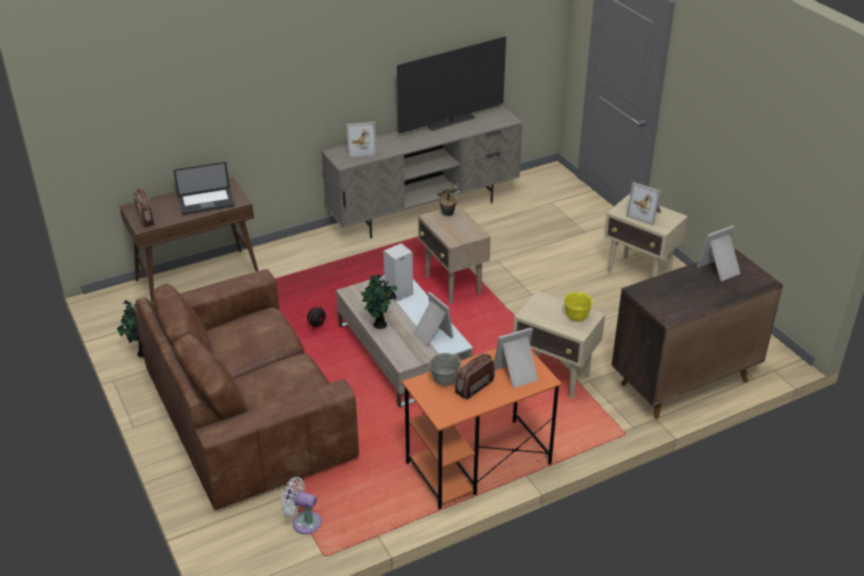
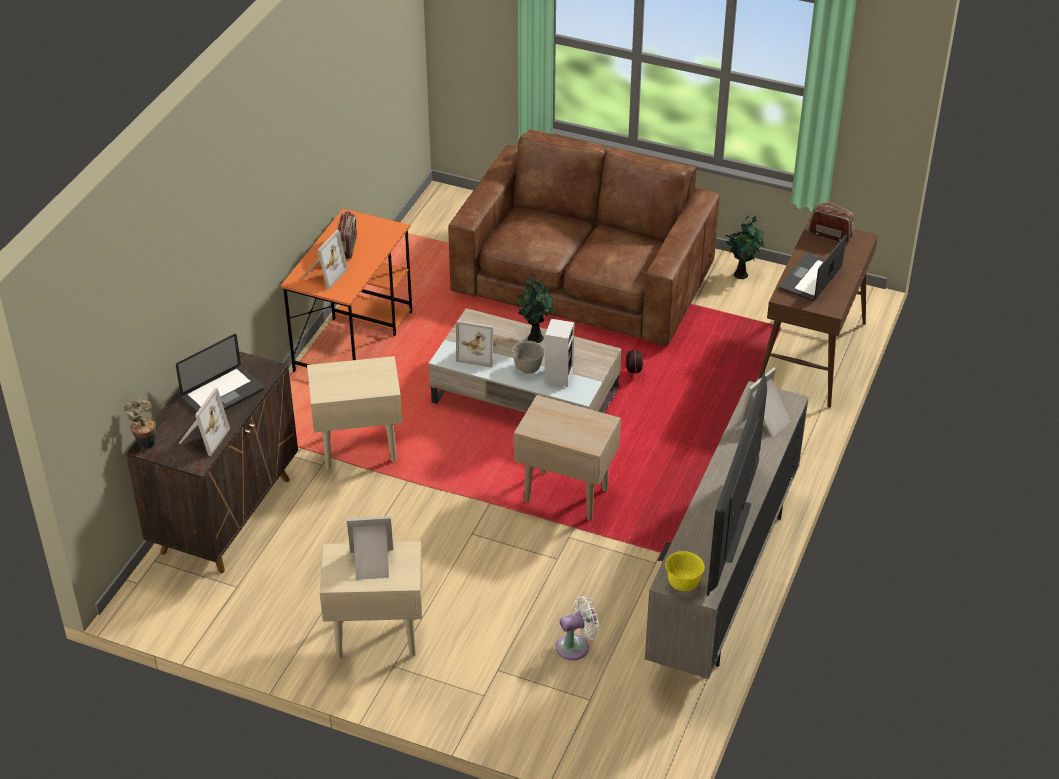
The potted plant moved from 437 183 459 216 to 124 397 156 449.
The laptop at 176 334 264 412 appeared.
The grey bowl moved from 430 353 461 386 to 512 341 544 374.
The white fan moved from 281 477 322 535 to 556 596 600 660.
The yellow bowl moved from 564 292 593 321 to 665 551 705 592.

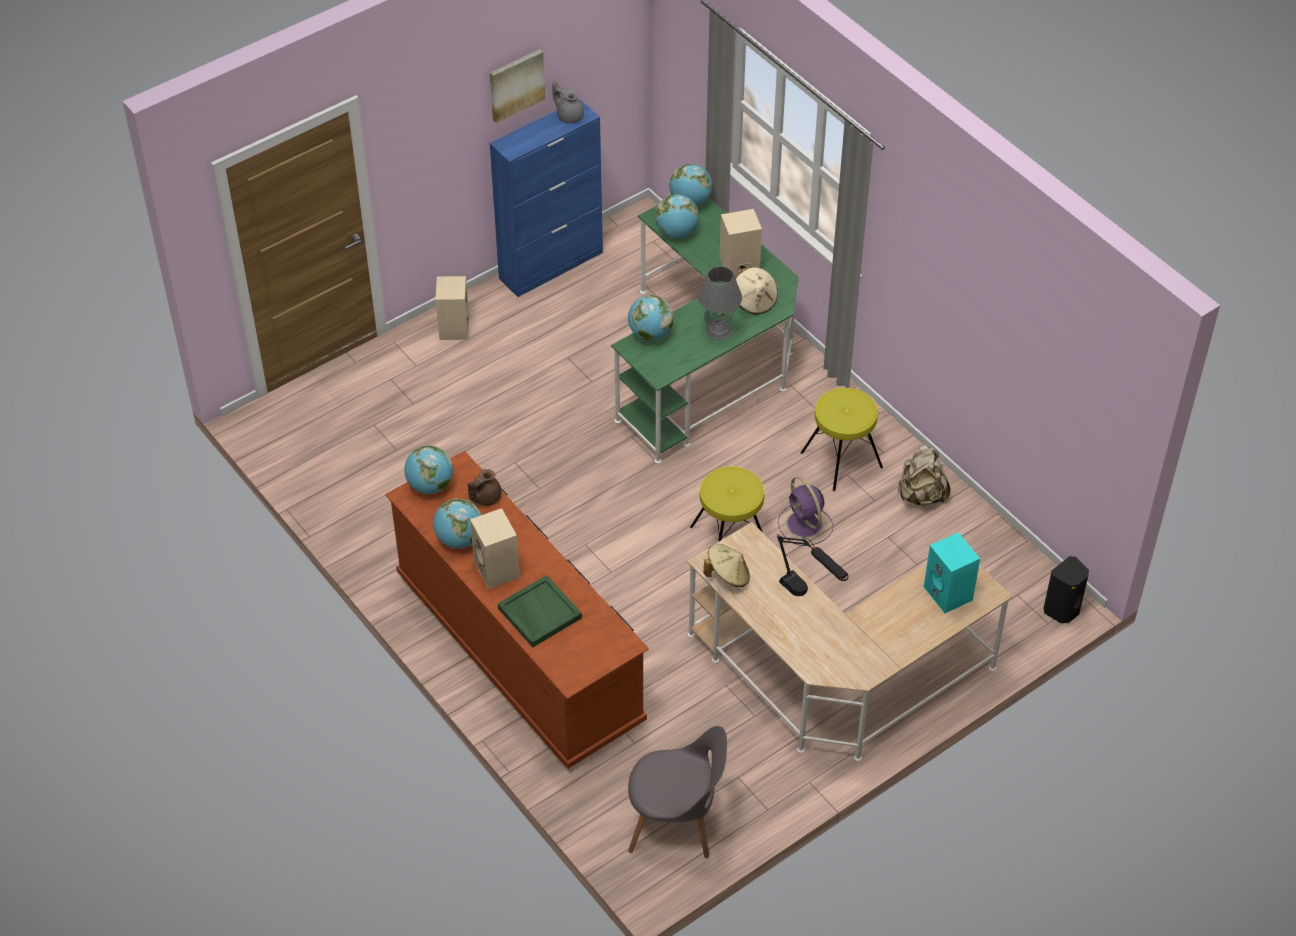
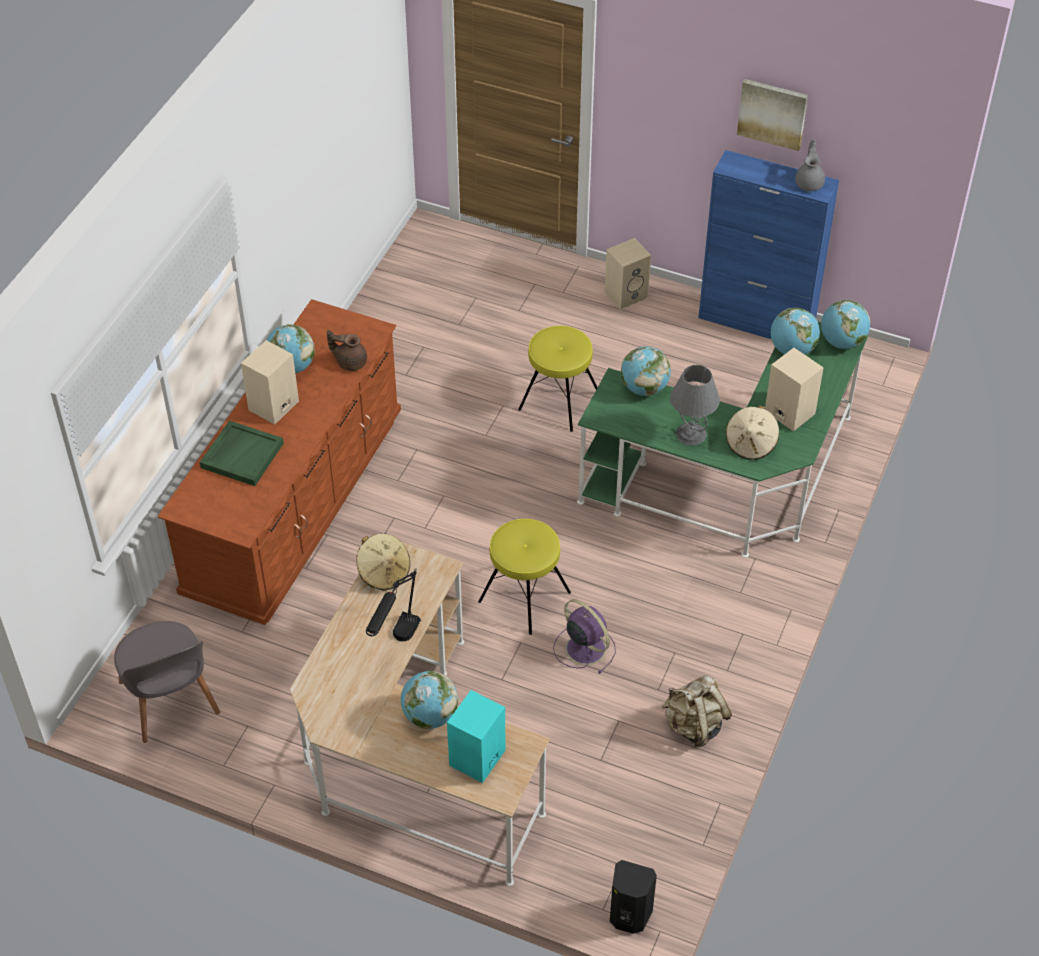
The globe moved from 404 445 453 494 to 401 671 458 729.
The yellow stool moved from 801 388 883 491 to 518 326 598 432.
The purple fan at 778 476 833 546 turned 105 degrees clockwise.

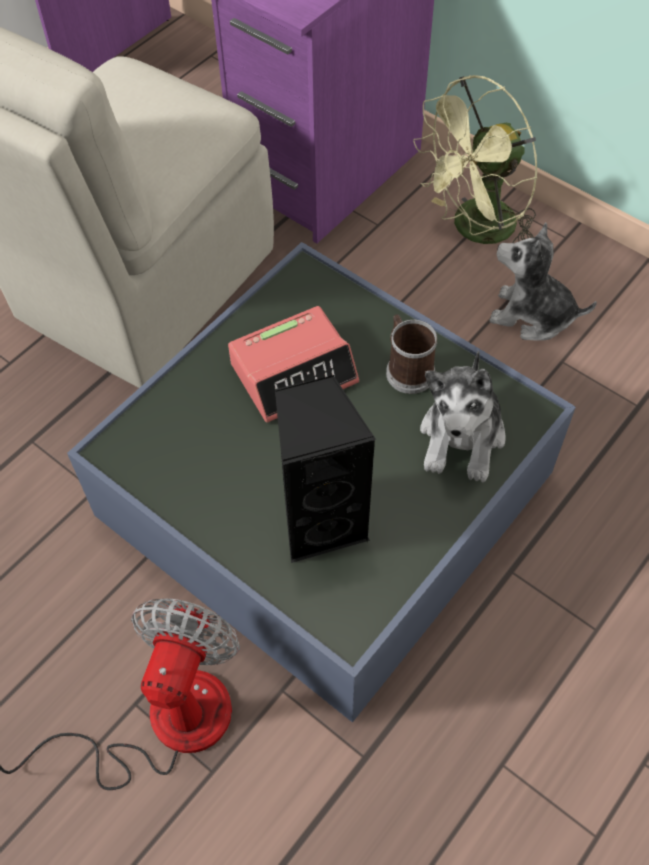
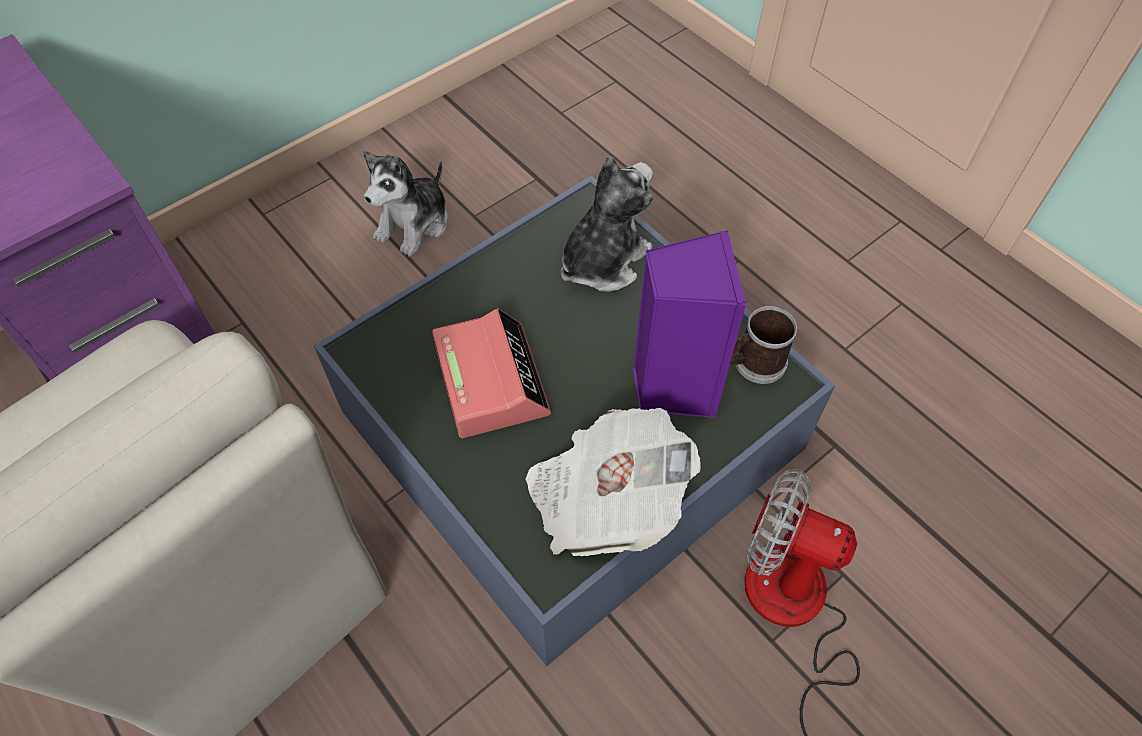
The newspaper at 525 408 701 556 appeared.
The plush toy at 420 350 506 483 turned 75 degrees counterclockwise.
The black speaker at 275 375 376 563 became the purple speaker at 633 230 747 418.
The mug moved from 386 314 438 394 to 730 306 797 384.
The green fan at 413 75 537 244 disappeared.

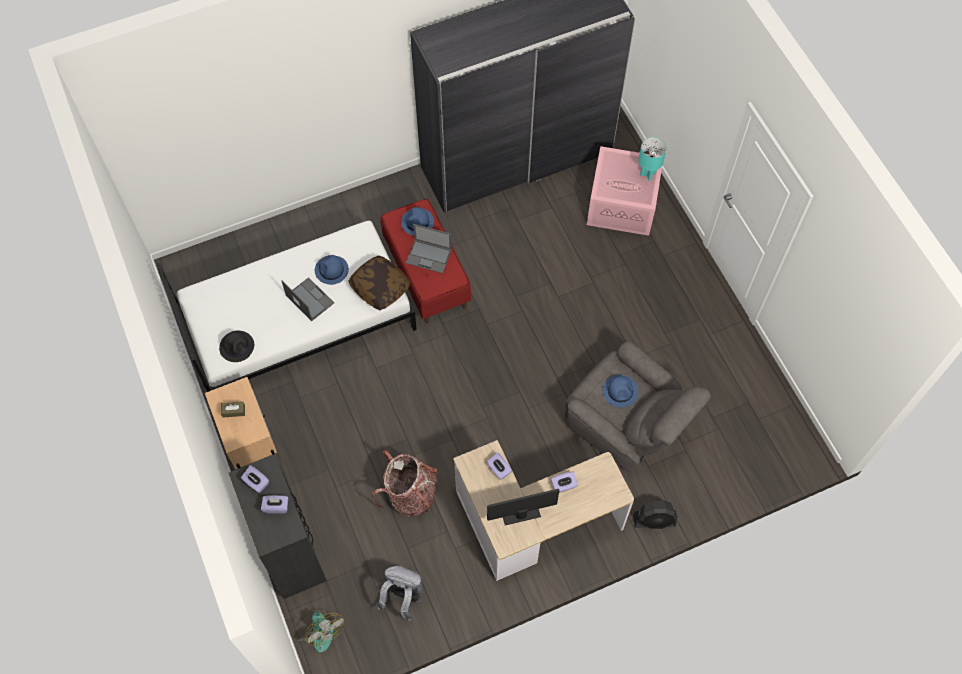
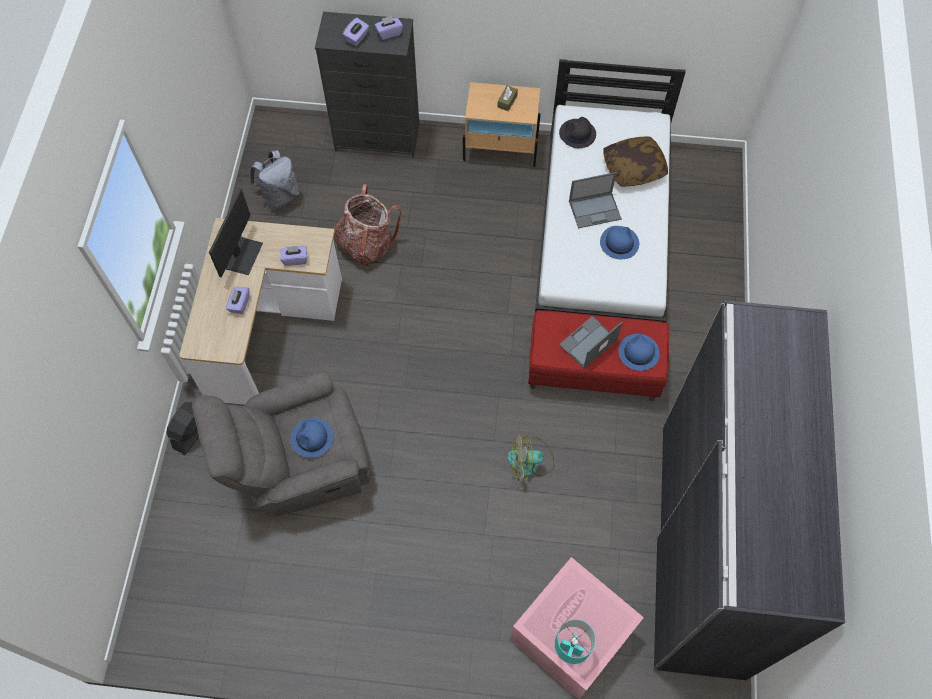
The fan moved from 294 609 344 653 to 507 434 555 481.
The pillow moved from 348 256 410 310 to 603 136 668 187.

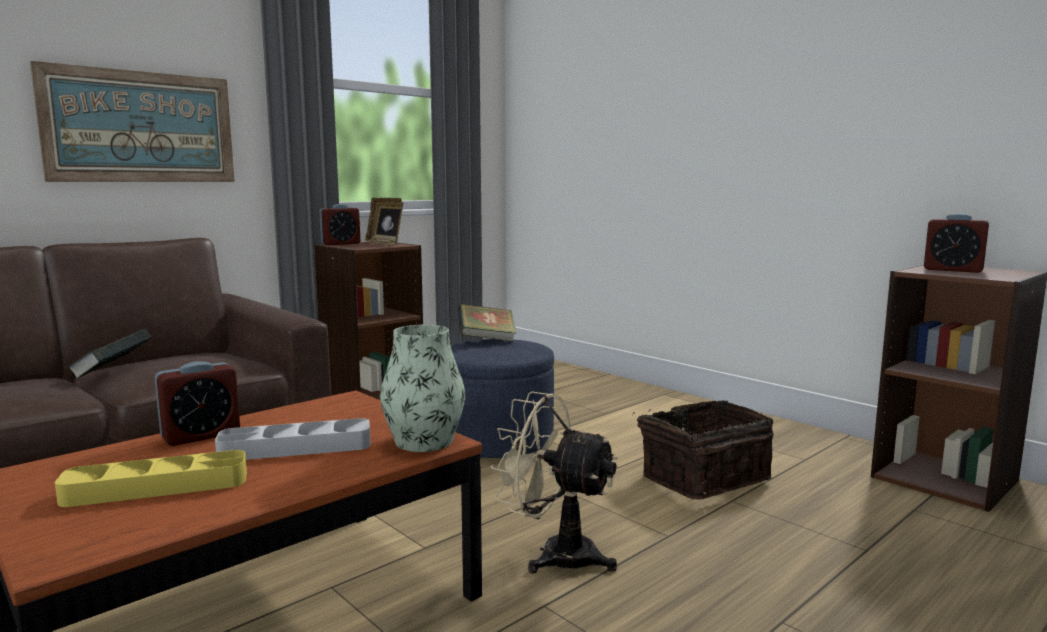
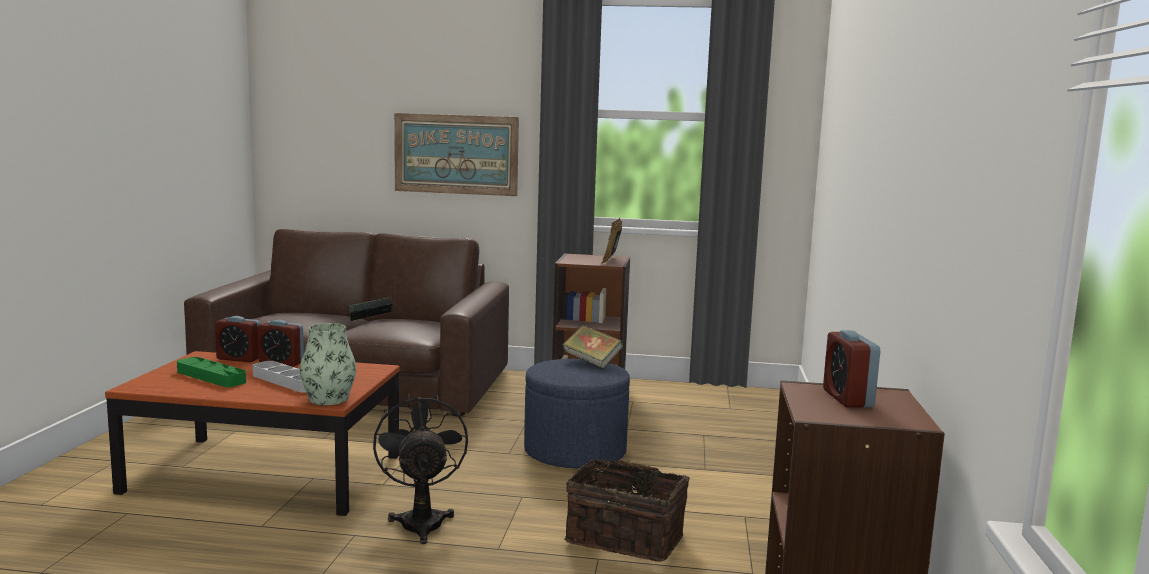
The yellow tray at 55 450 247 507 became the green tray at 177 357 246 387.
The alarm clock moved from 319 204 360 245 to 215 316 261 362.
The beige fan at 490 391 618 574 became the black fan at 373 394 468 544.

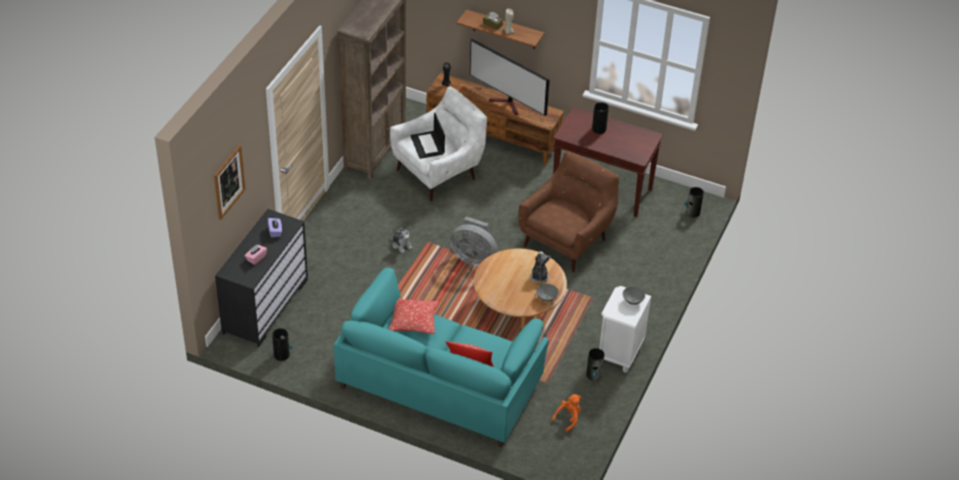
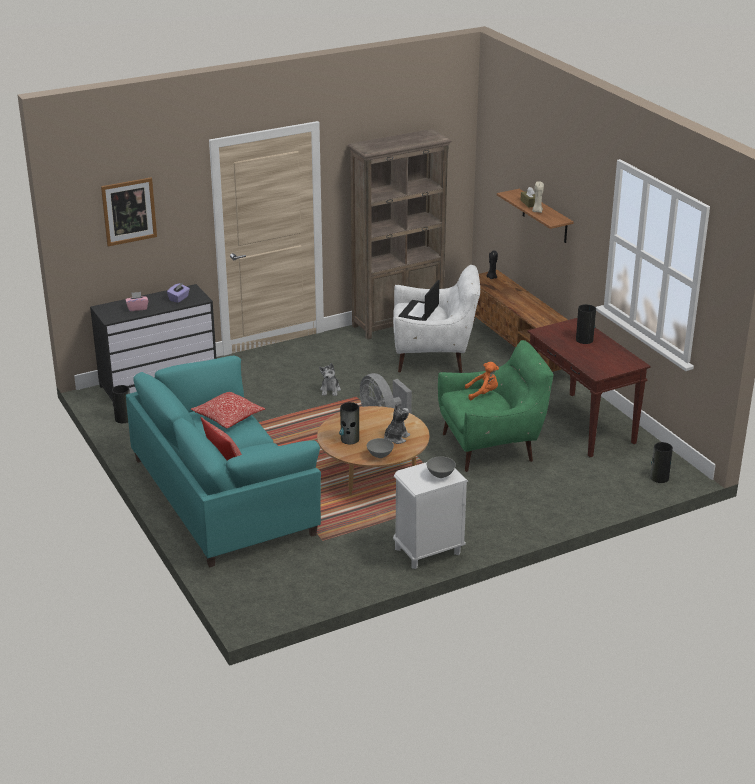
The vase moved from 586 348 604 381 to 339 402 359 444.
The brown armchair at 518 151 619 272 became the green armchair at 438 340 554 472.
The orange plush toy moved from 552 394 581 433 to 465 362 499 400.
The television at 470 38 550 116 disappeared.

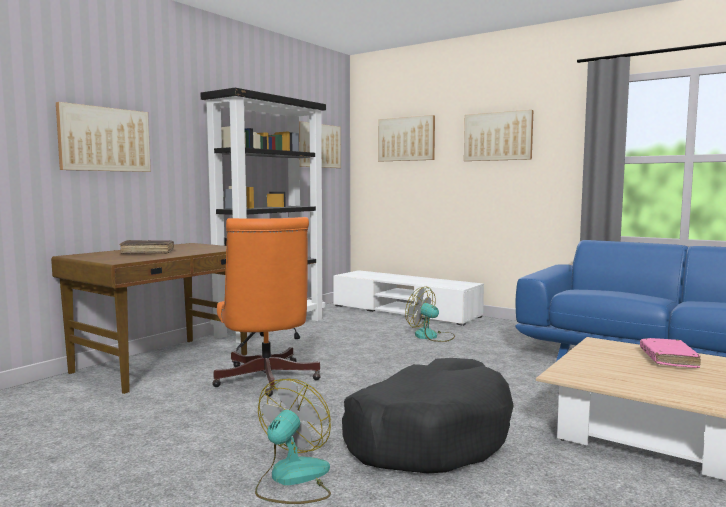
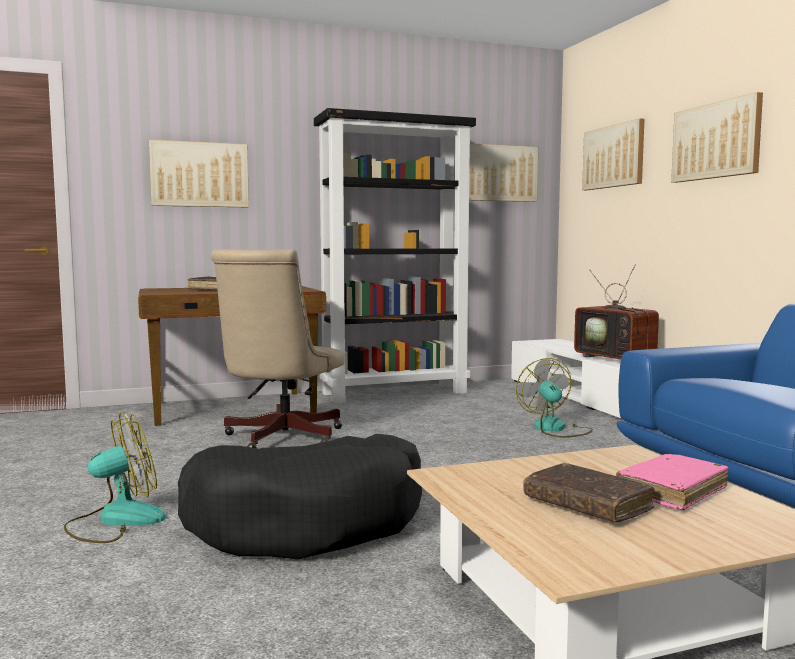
The orange office chair at 212 217 320 397 became the beige office chair at 211 249 344 448.
The brown book at 524 463 654 522 appeared.
The television at 574 265 659 360 appeared.

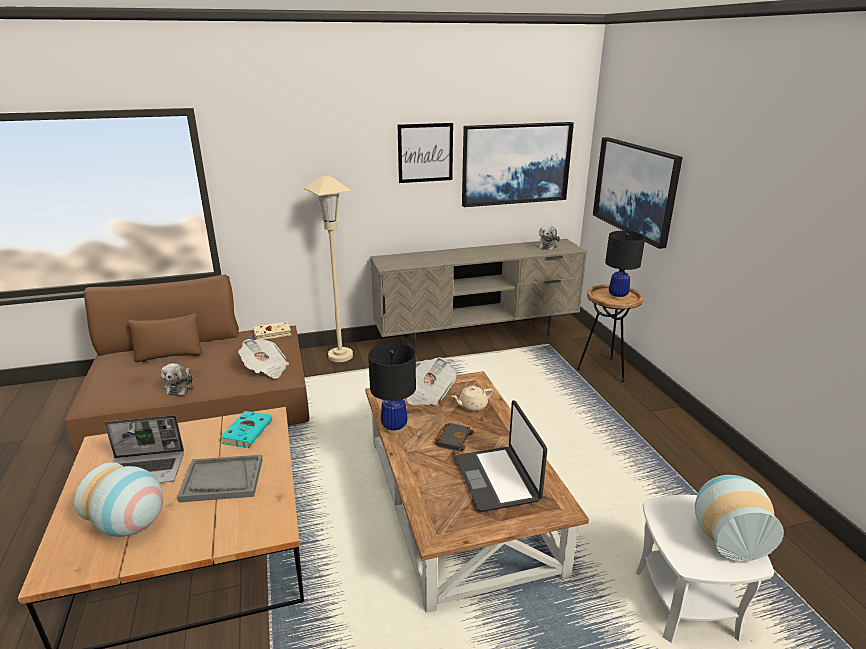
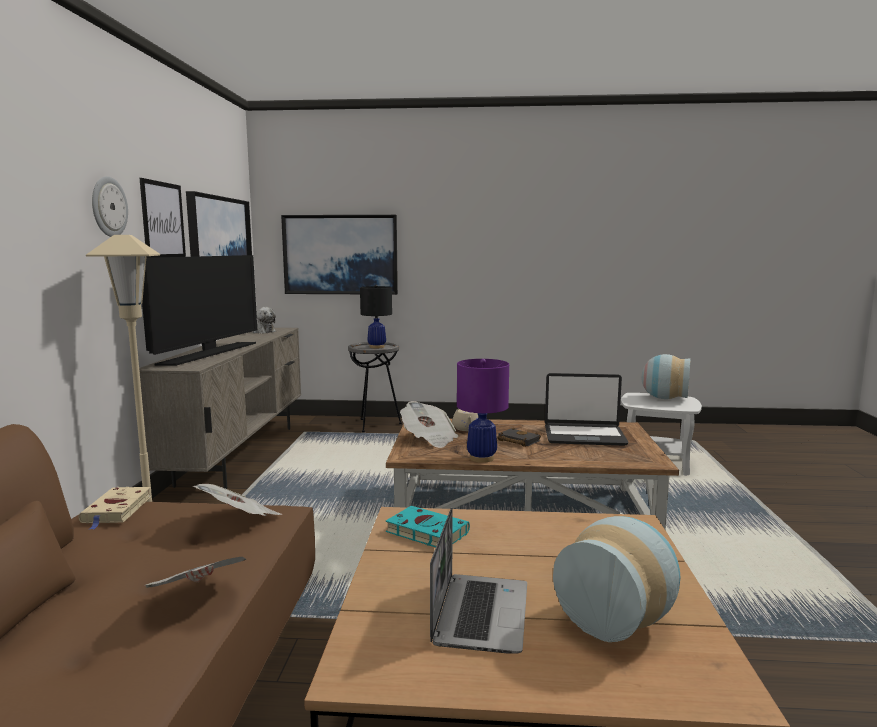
The wall clock at 92 176 128 237 appeared.
The television at 142 255 257 366 appeared.
The plush toy at 161 363 194 396 was replaced by the newspaper at 145 557 246 588.
The brown side table at 577 284 643 382 became the grey side table at 348 342 402 432.
The black table lamp at 368 343 416 434 became the purple table lamp at 457 359 509 463.
The grey tray at 177 455 263 502 disappeared.

